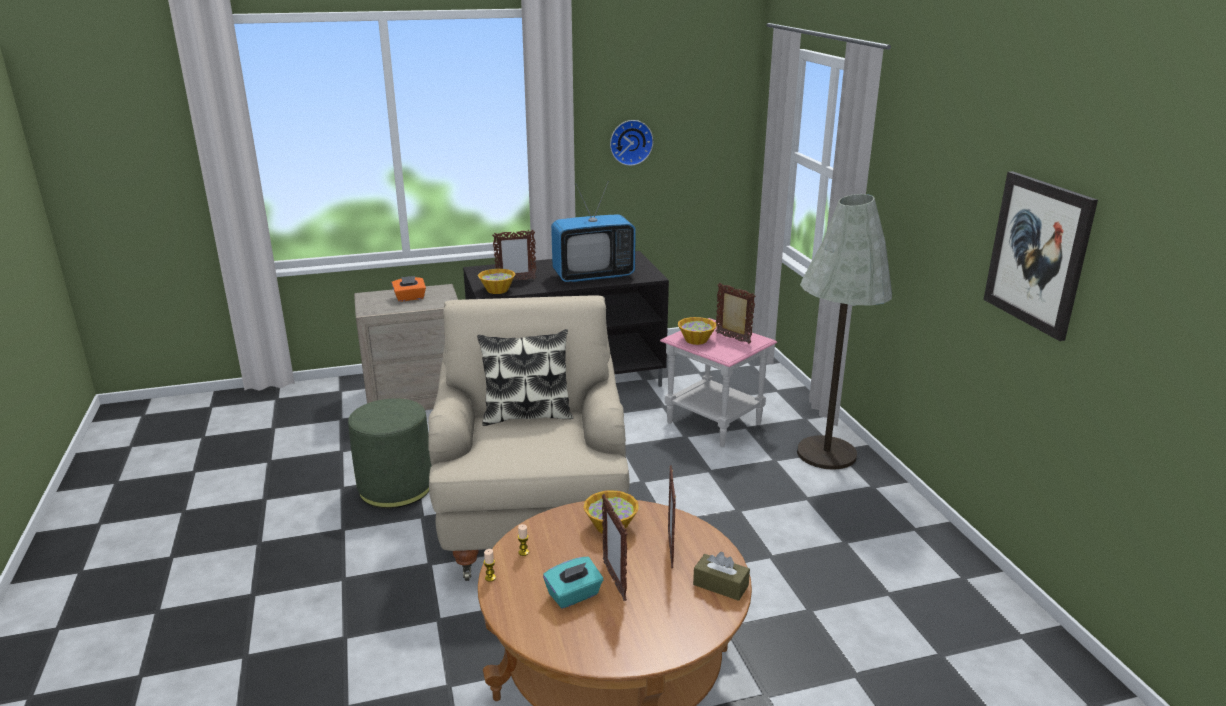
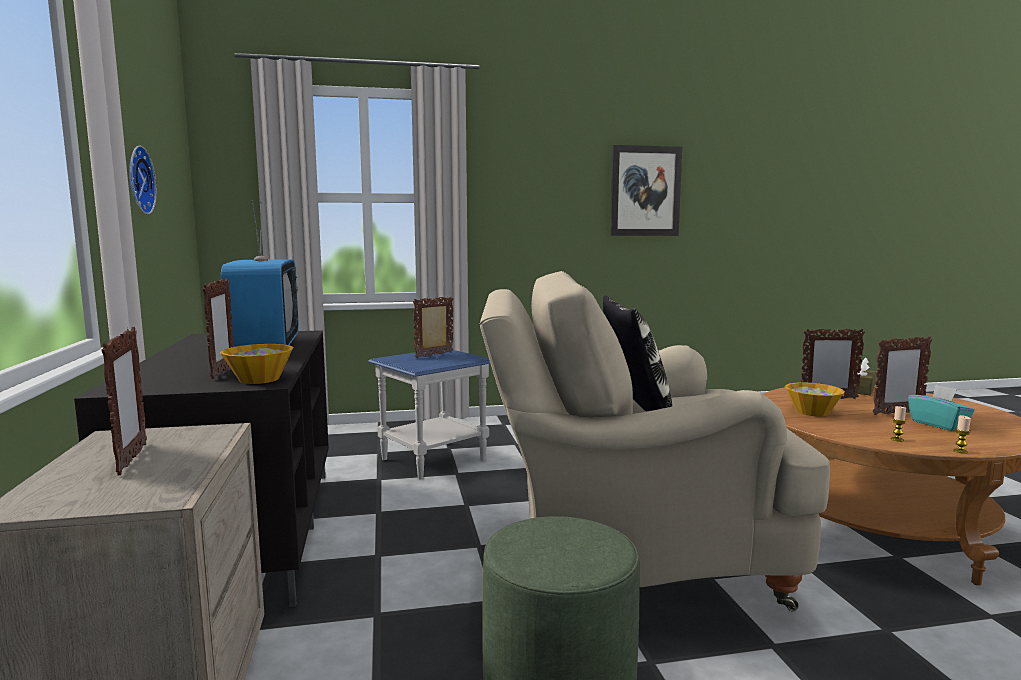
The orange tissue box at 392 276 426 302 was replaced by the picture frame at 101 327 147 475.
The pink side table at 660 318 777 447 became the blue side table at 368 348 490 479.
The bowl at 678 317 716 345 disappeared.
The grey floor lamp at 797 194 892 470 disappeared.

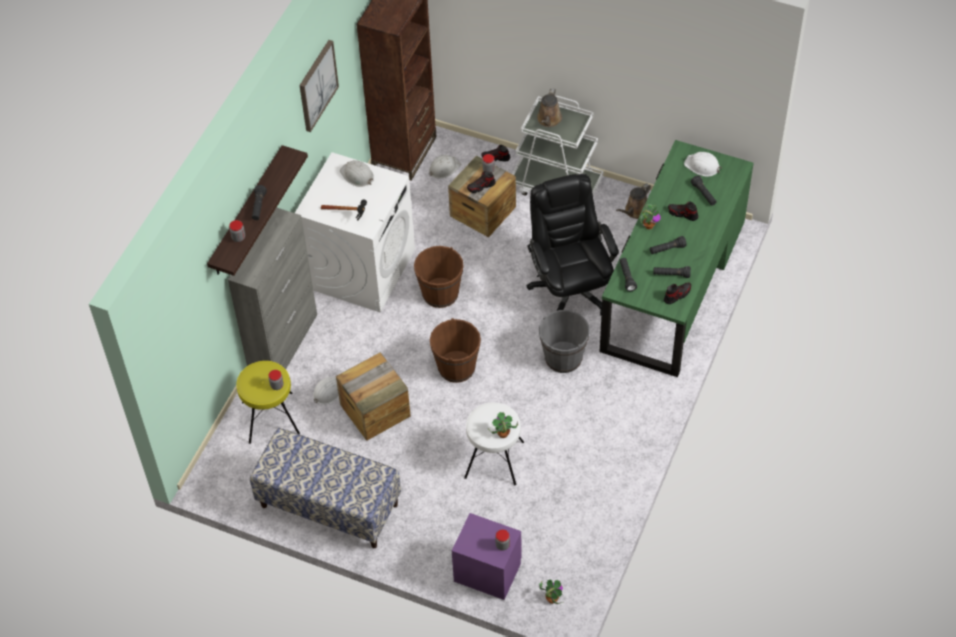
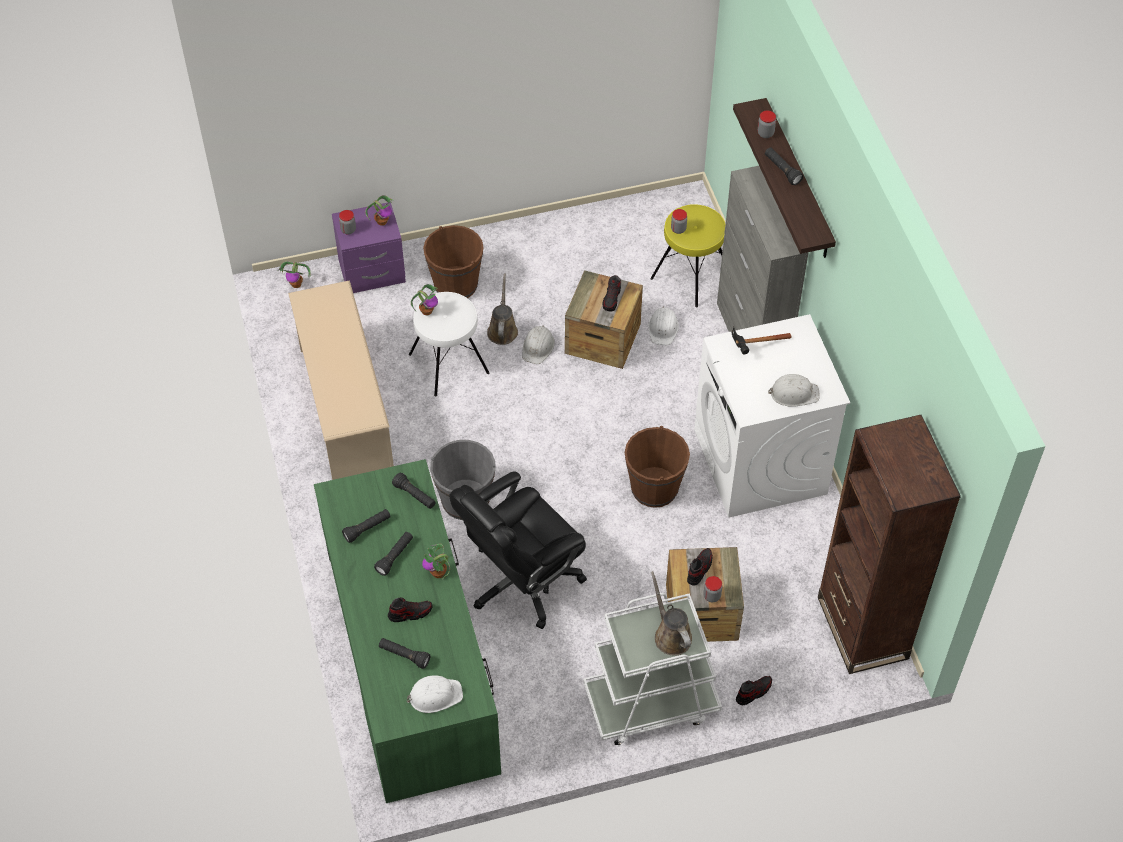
The beige shoe rack at 288 280 394 480 appeared.
The potted plant at 365 195 393 226 appeared.
The brown bucket moved from 430 318 481 383 to 423 225 484 298.
The black office chair at 526 174 619 315 turned 105 degrees clockwise.
The brown watering can moved from 616 183 651 219 to 487 274 518 345.
The white hard hat moved from 429 155 461 179 to 522 325 555 364.
The shoe moved from 664 283 691 304 to 602 275 621 311.
The bench at 250 428 401 548 disappeared.
The picture at 299 40 339 132 disappeared.

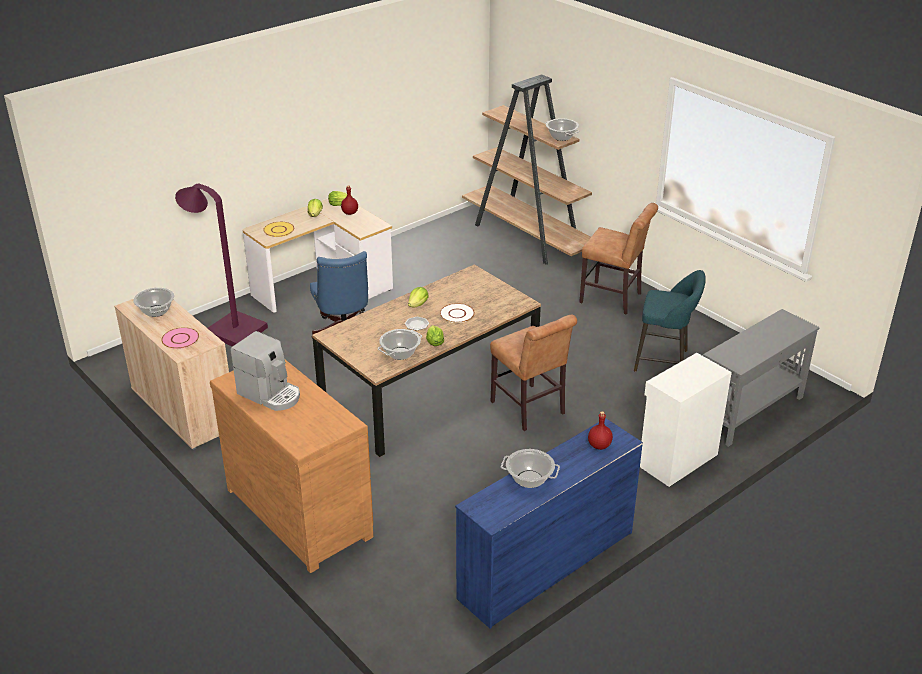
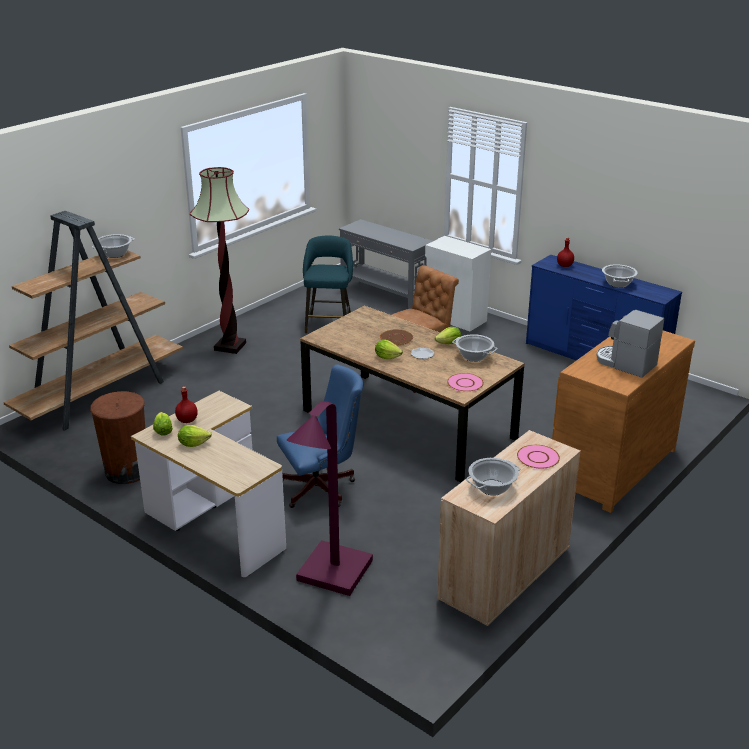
The brown trash can at 90 391 145 484 appeared.
The brown chair at 579 203 658 315 was replaced by the floor lamp at 190 167 249 354.
The white plate at 440 303 475 323 became the brown plate at 380 329 413 345.
The pink plate at 447 373 484 392 appeared.
The coffee machine at 230 331 300 411 turned 75 degrees counterclockwise.
The yellow plate at 263 222 294 237 disappeared.

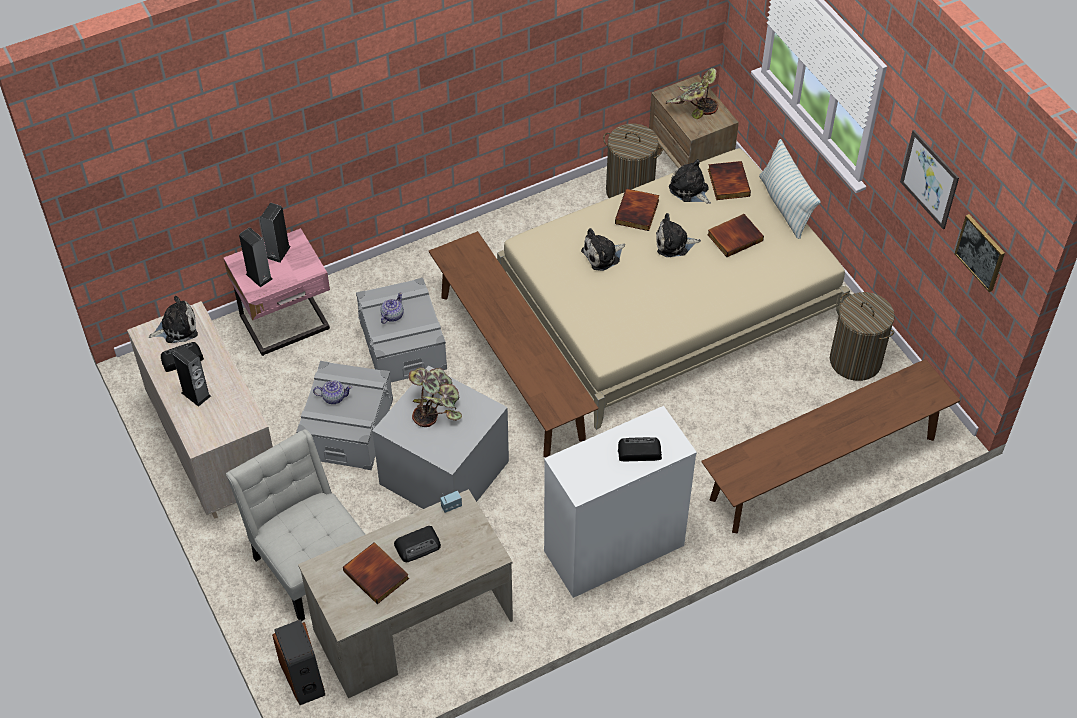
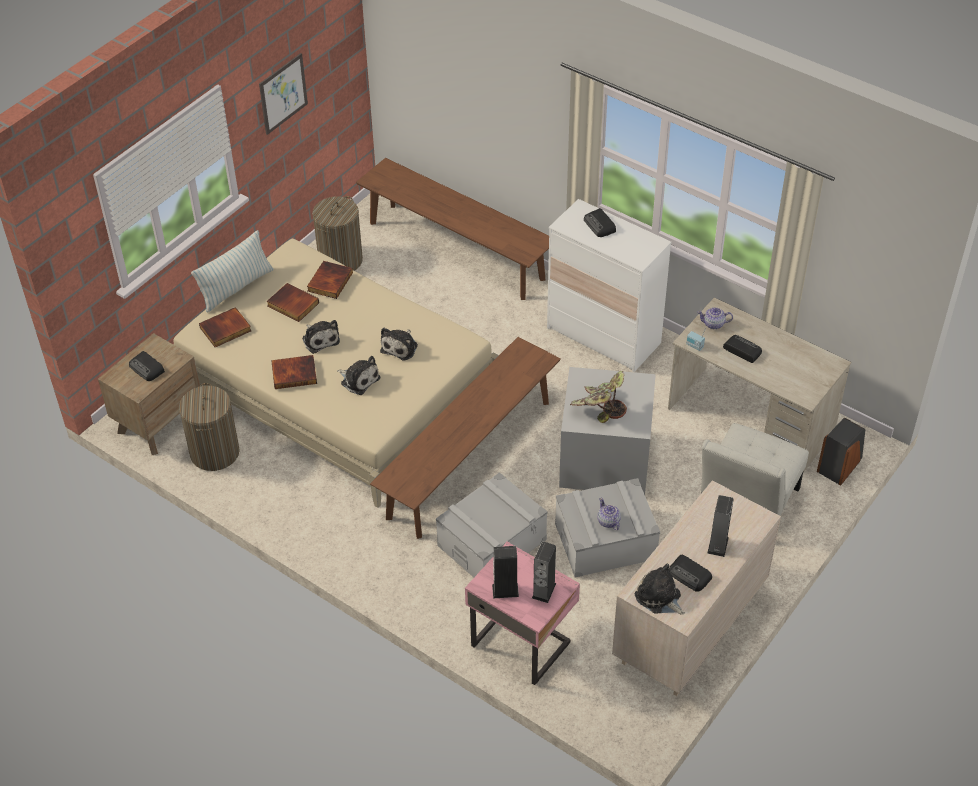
The potted plant at 666 68 718 119 was replaced by the radio at 129 351 165 381.
The book moved from 343 542 409 604 to 307 261 353 299.
The plush toy moved from 669 159 711 204 to 380 328 418 360.
The teapot moved from 380 292 404 324 to 697 307 733 329.
The picture at 955 214 1005 292 disappeared.

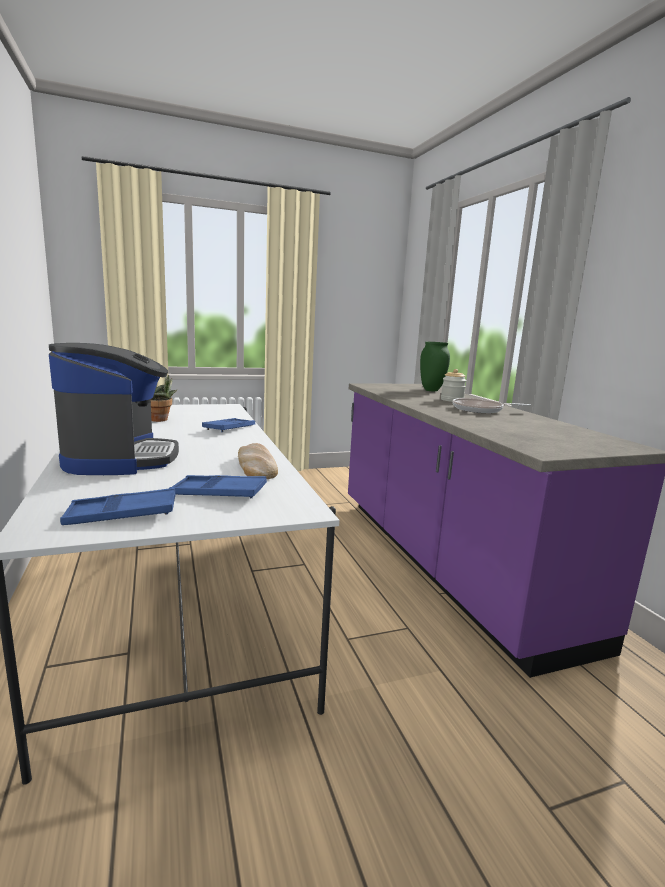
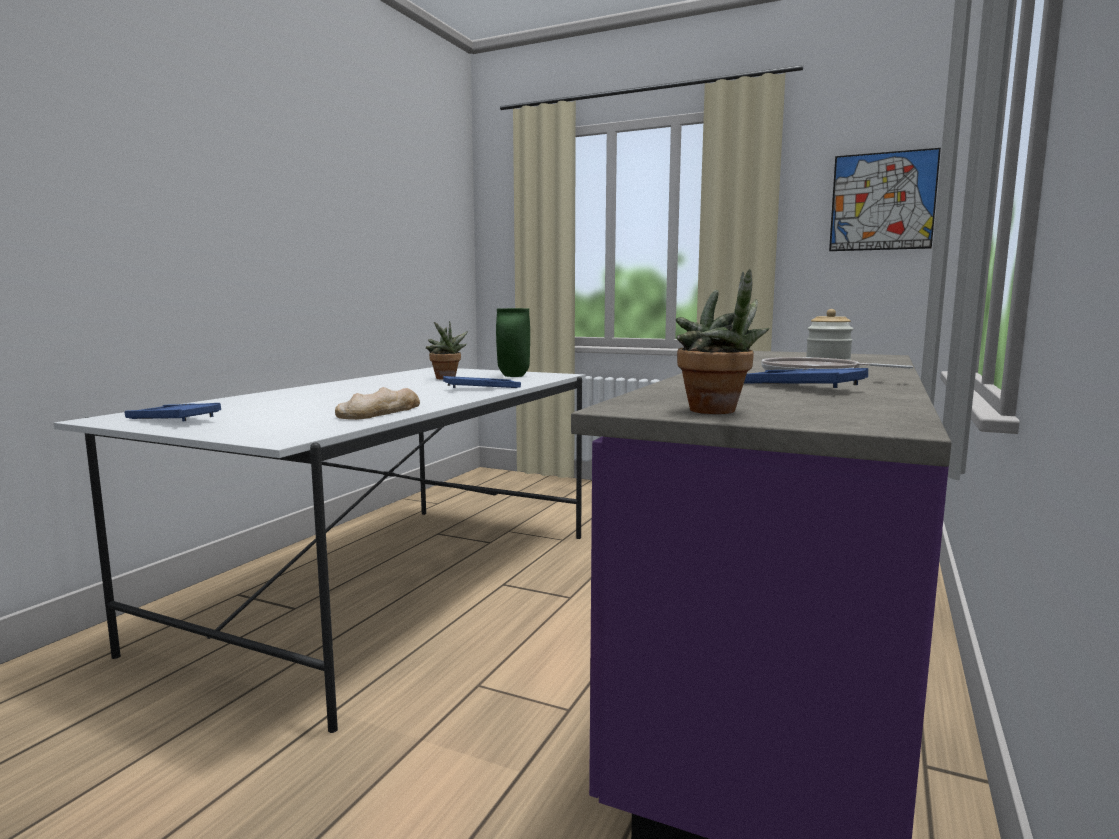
The green vase moved from 420 342 450 391 to 496 308 530 377.
The potted plant at 676 269 770 414 appeared.
The blue tray moved from 170 475 267 498 to 744 368 868 388.
The picture at 829 148 941 251 appeared.
The coffee machine at 49 343 179 475 disappeared.

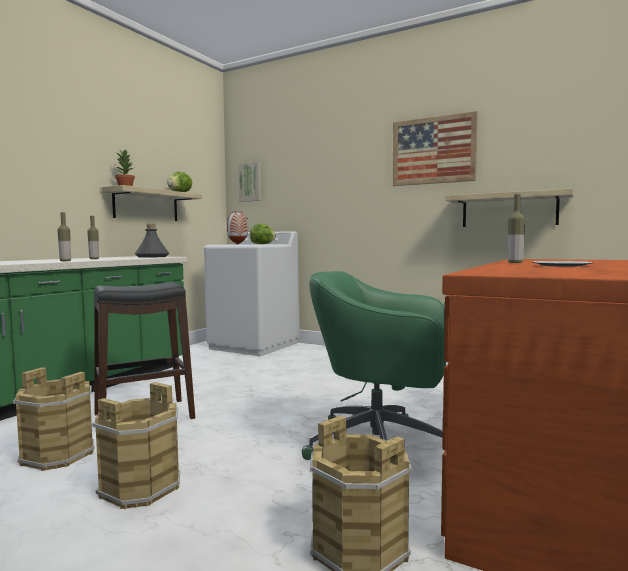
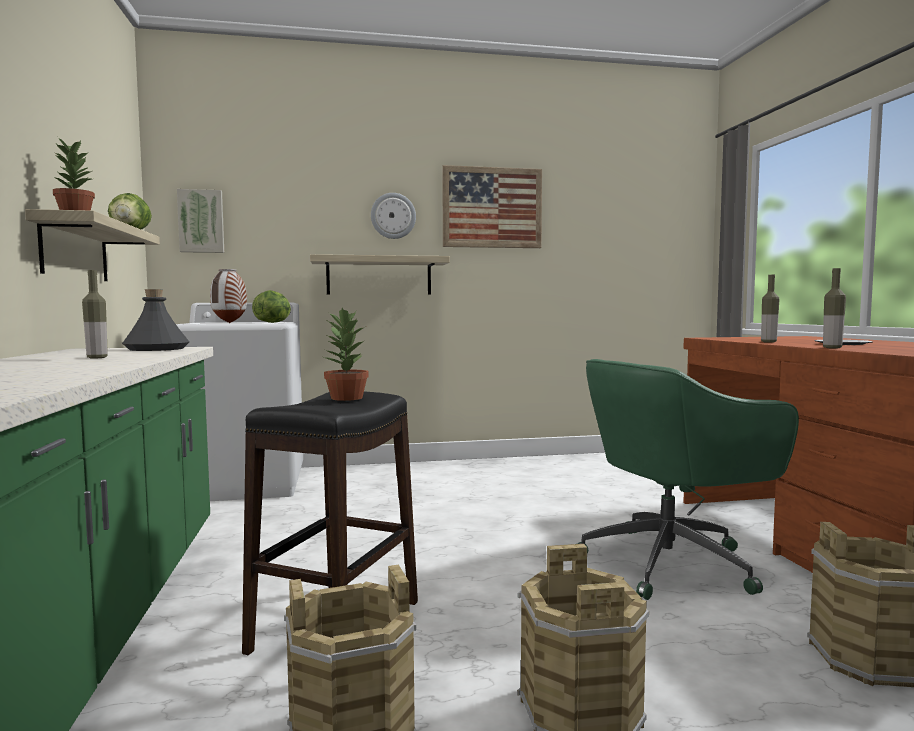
The shelf moved from 445 188 574 227 to 310 254 450 295.
The potted plant at 324 308 368 401 appeared.
The wall clock at 371 193 416 239 appeared.
The bottle moved from 57 212 71 261 to 823 268 846 349.

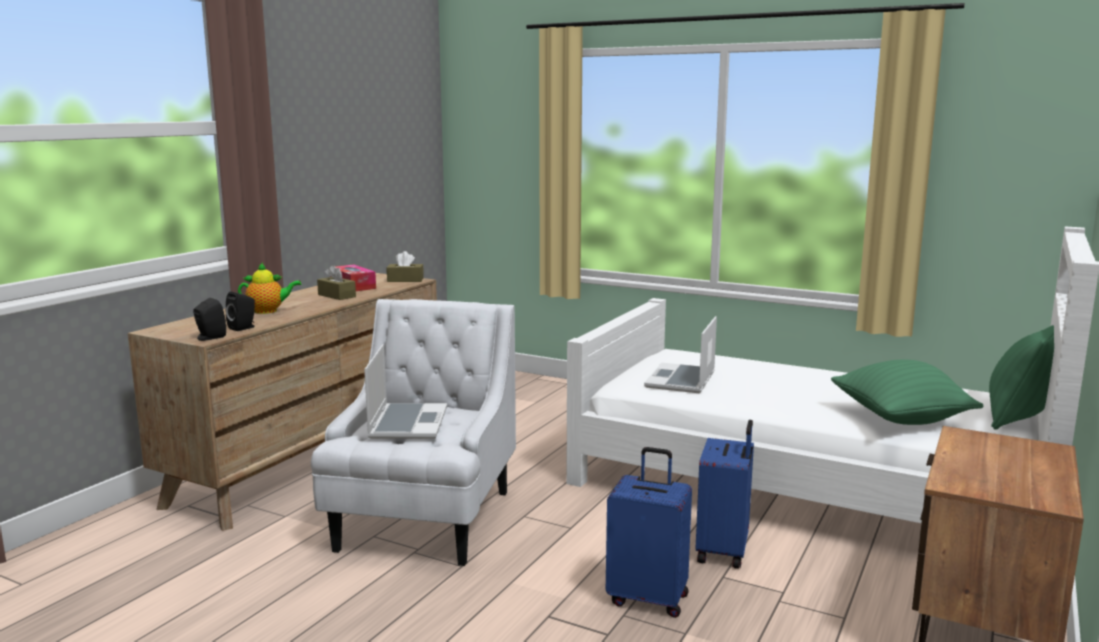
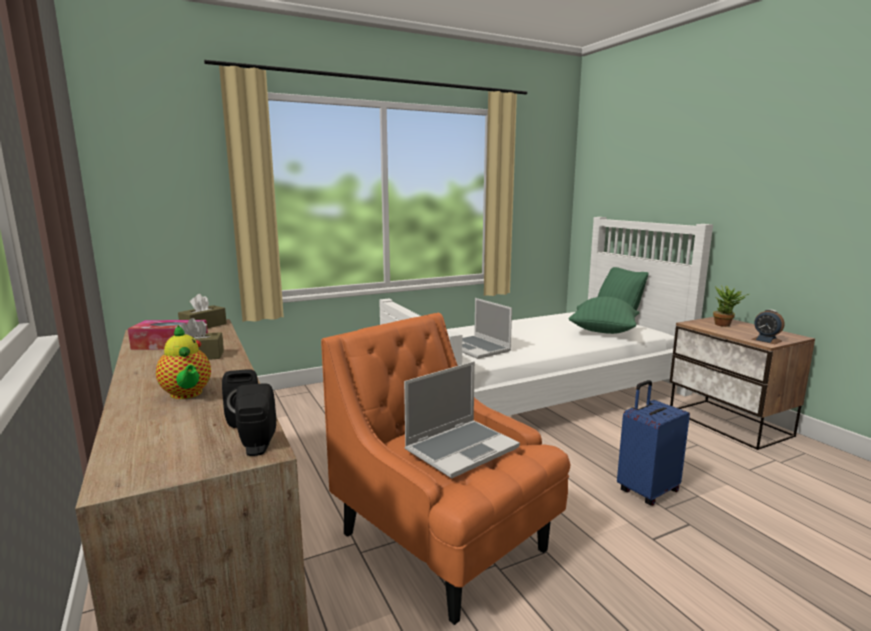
The teapot at 238 263 301 314 turned 120 degrees clockwise.
The white armchair at 311 299 516 566 became the orange armchair at 321 313 570 625.
The laptop at 364 344 447 439 turned 105 degrees clockwise.
The potted plant at 713 286 749 327 appeared.
The alarm clock at 751 309 785 344 appeared.
The blue suitcase at 696 420 754 569 disappeared.

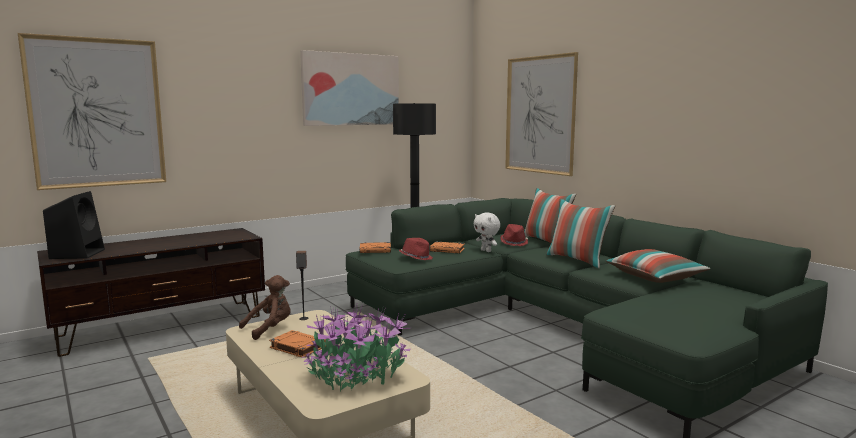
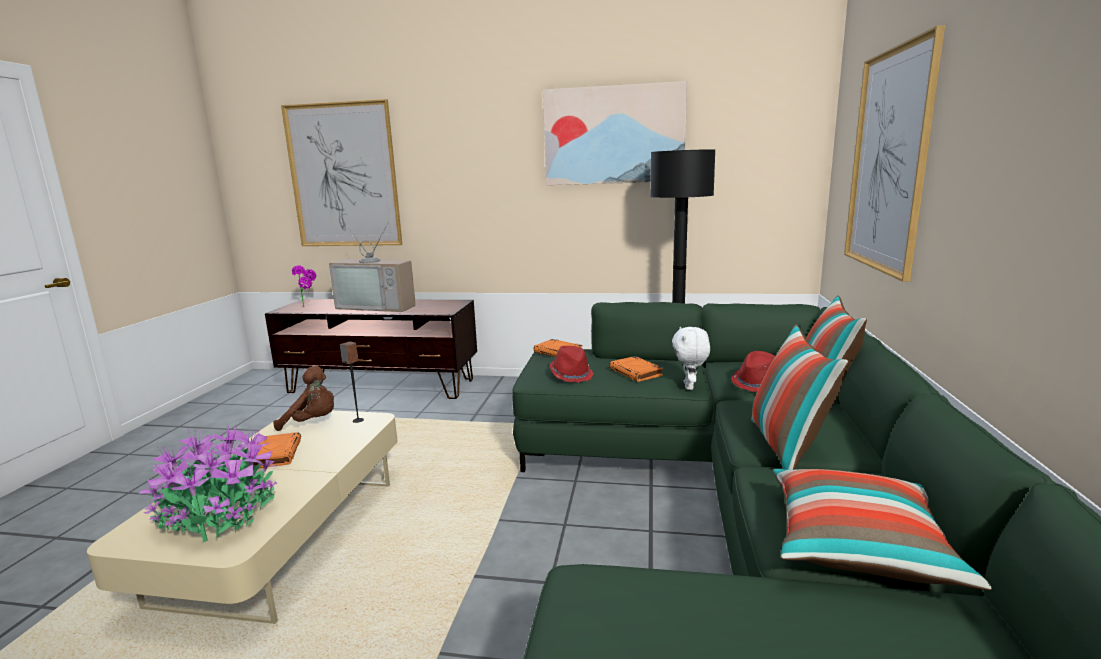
The black speaker at 43 191 105 259 was replaced by the potted plant at 292 266 317 307.
The television at 329 221 416 312 appeared.

